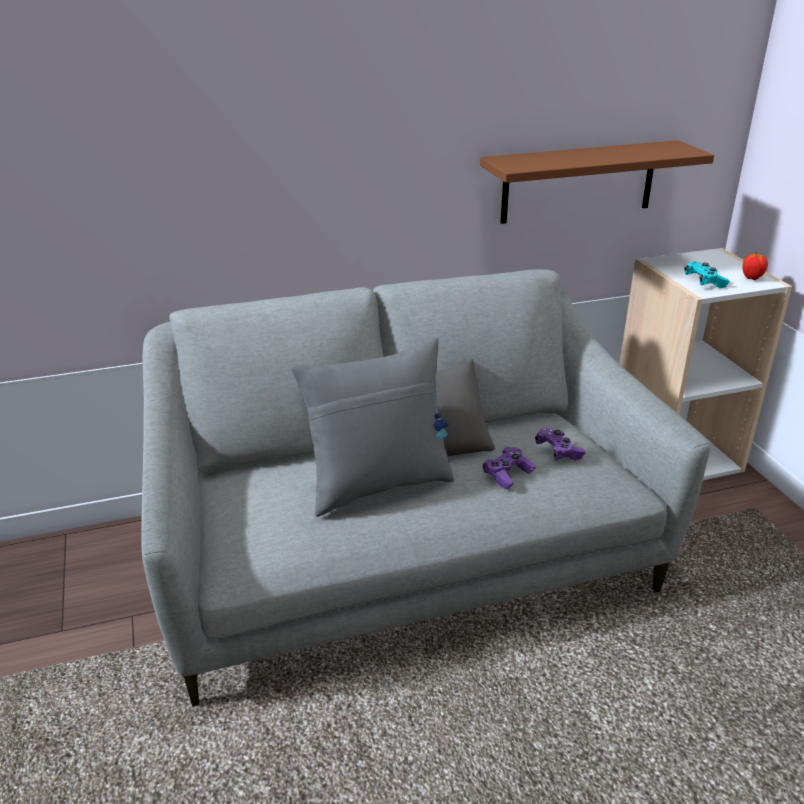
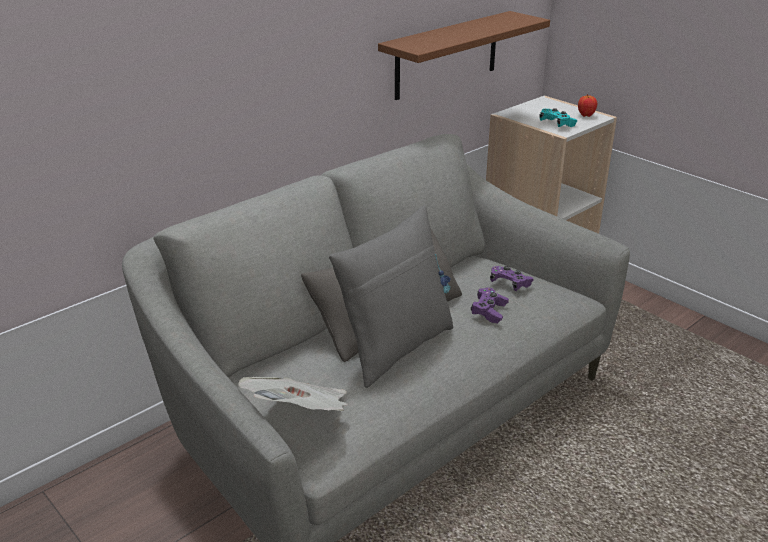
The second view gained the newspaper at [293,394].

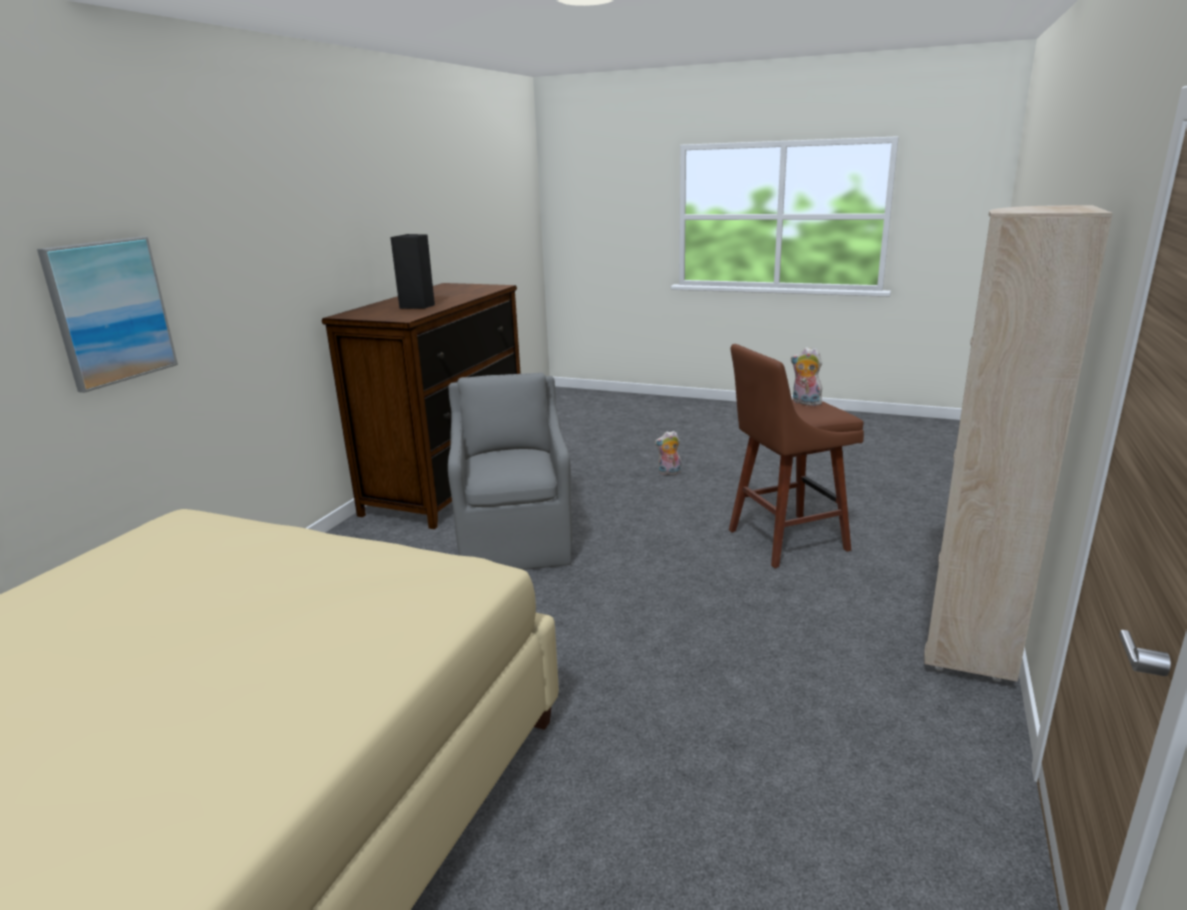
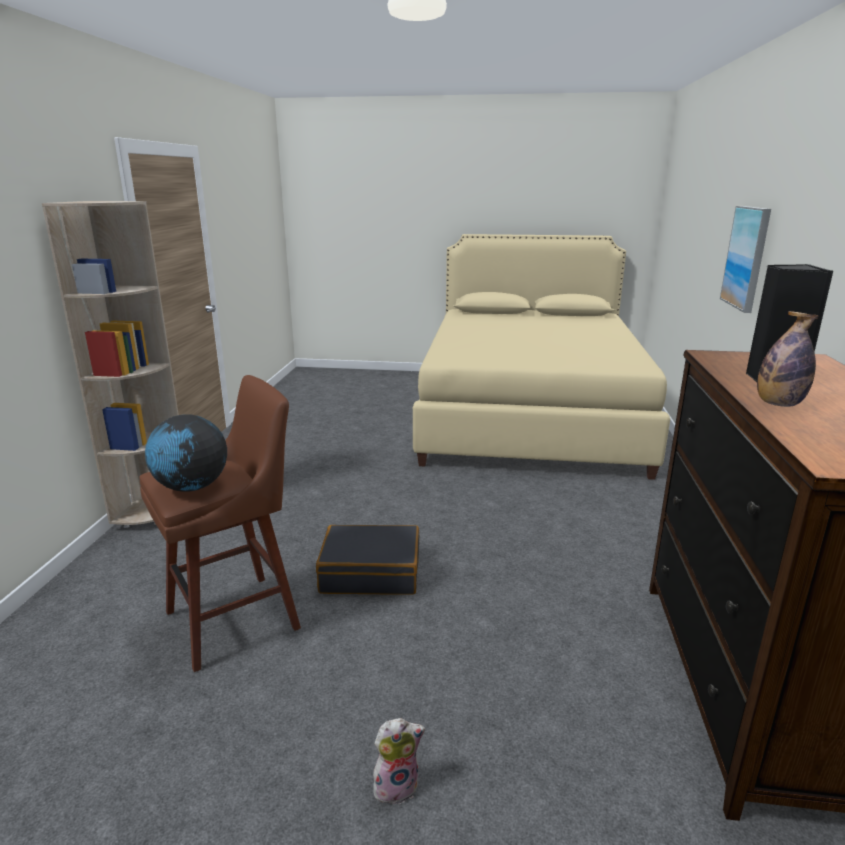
Where the soft toy stood at [806,376], the desk globe came to stand at [186,453].
The second view gained the suitcase (blackish) at [367,560].
The second view gained the beverage bottle at [787,359].
The second view lost the easy chair (grey) at [510,471].

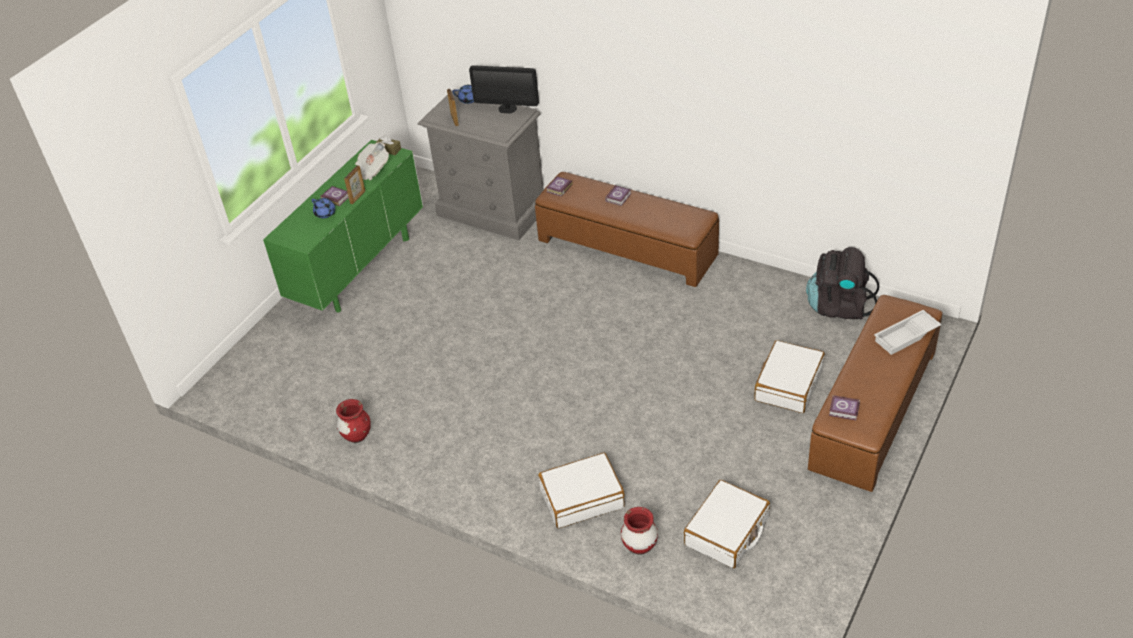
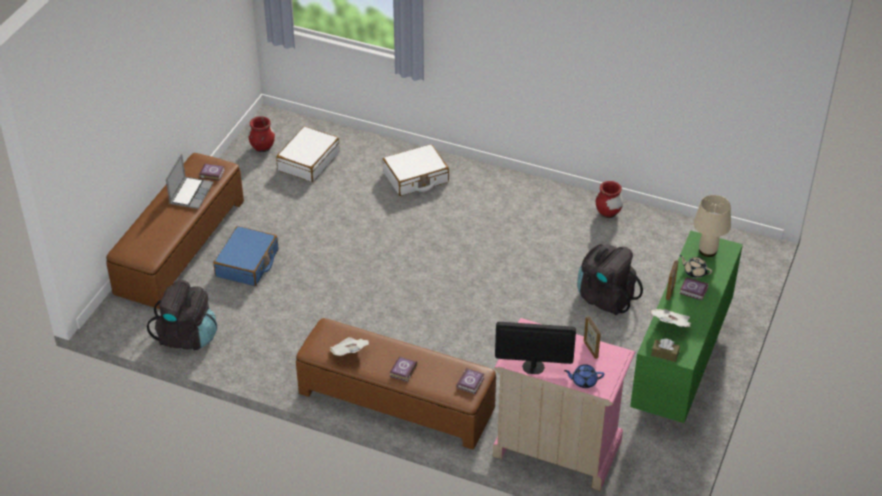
The second view gained the notebook computer at [190,181].
What was the suitcase (white) at [789,376] turned into the suitcase (blue-coloured) at [245,256].
The decorative vase (red-coloured) ended up elsewhere, having gone from [639,531] to [261,134].
The second view gained the newspaper at [349,346].
What was the dresser (grey) at [481,164] turned into the dresser (pink) at [564,404].
The second view gained the rucksack (blackish) at [610,279].
What was the pot for tea (blue-coloured) at [324,208] turned into the pot for tea (beige-coloured) at [695,266].
The second view gained the lamp for a table (beige-coloured) at [712,226].
The second view lost the tray (white) at [908,332].

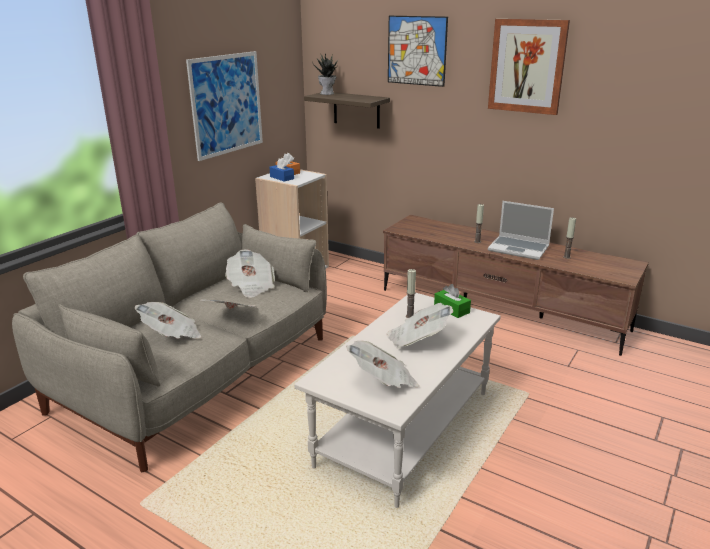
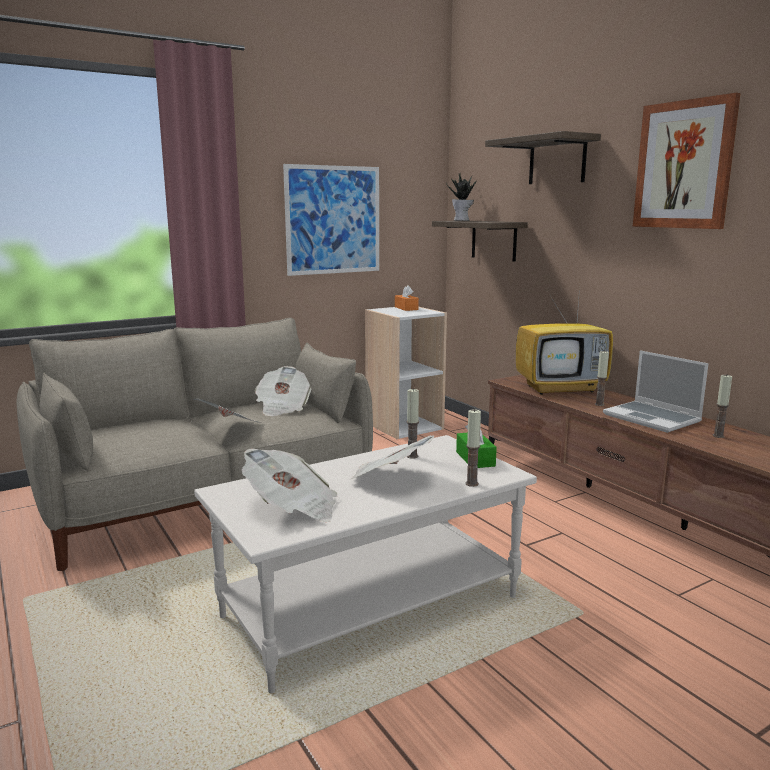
The second view gained the candle at [473,448].
Where the wall picture hung at [418,51], the wall shelf came to hang at [543,157].
The second view gained the TV at [564,341].
The second view lost the newspaper at [168,320].
The second view lost the tissue holder (blue-coloured) at [281,170].

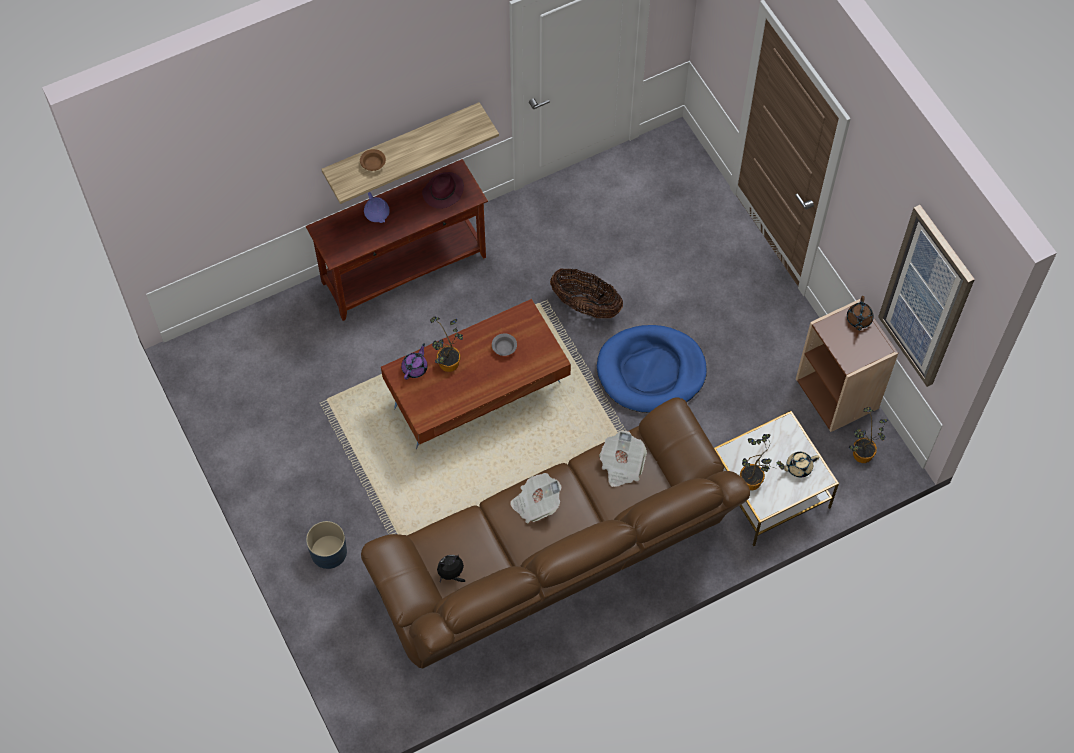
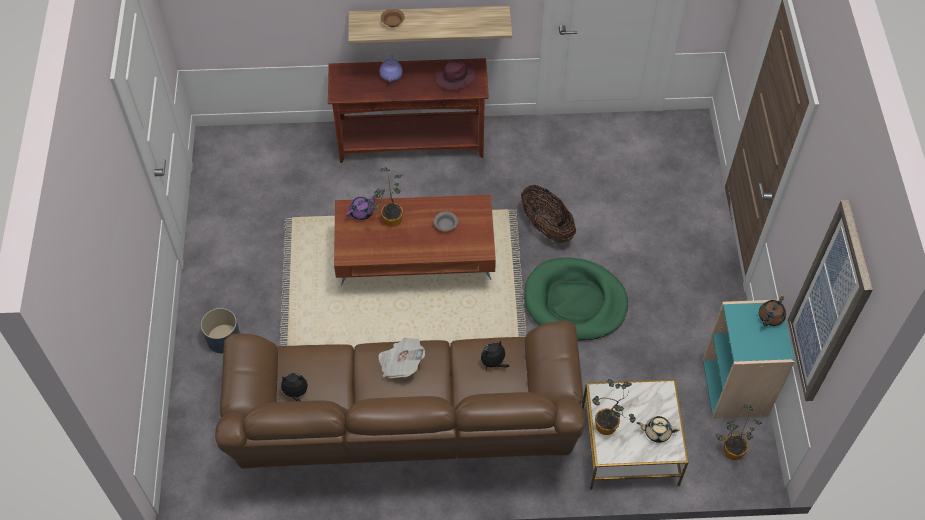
Where the newspaper stood at [623,459], the soft toy came to stand at [495,355].
What was the dog cushion (blue-coloured) at [652,369] turned into the dog cushion (green) at [576,299].
What was the shelving unit (brown-coloured) at [847,365] turned into the shelving unit (turquoise) at [748,359].

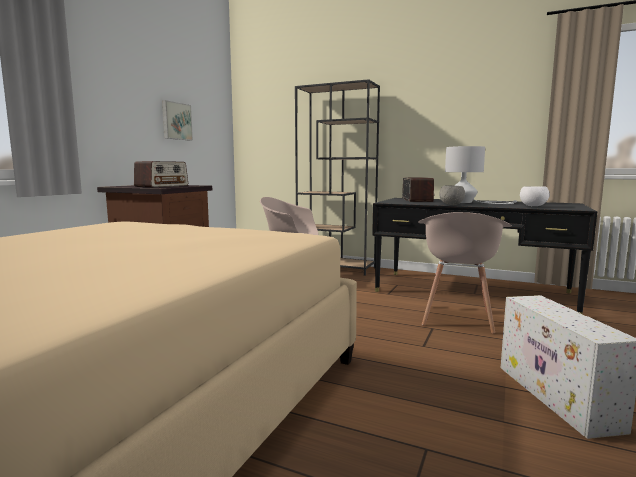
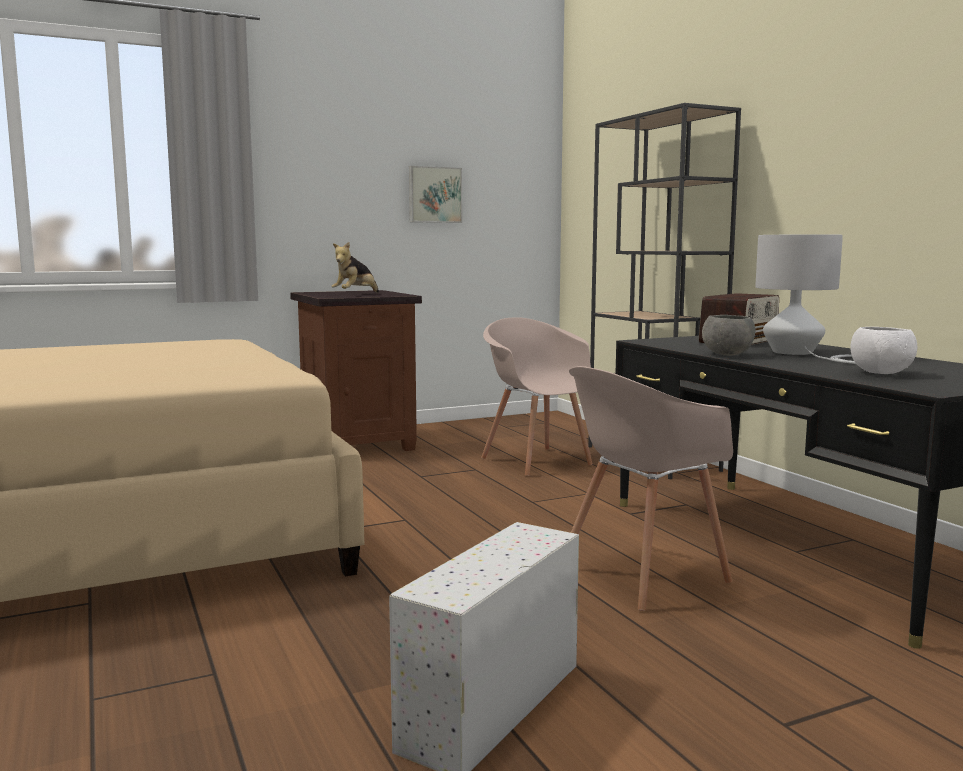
Where the radio stood at [161,174], the soft toy came to stand at [355,267].

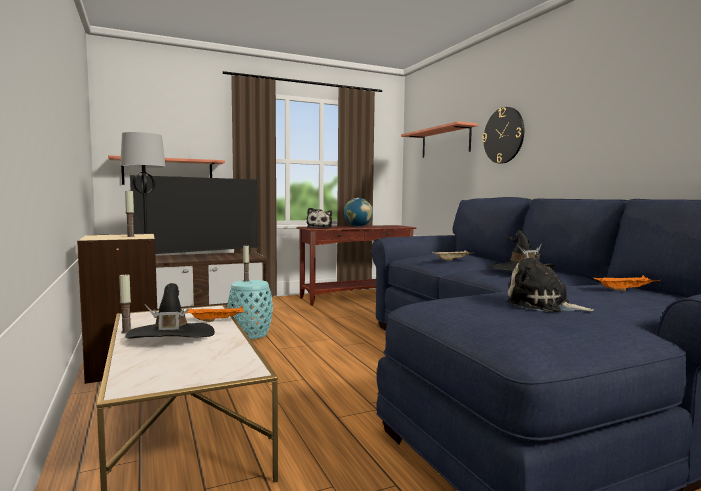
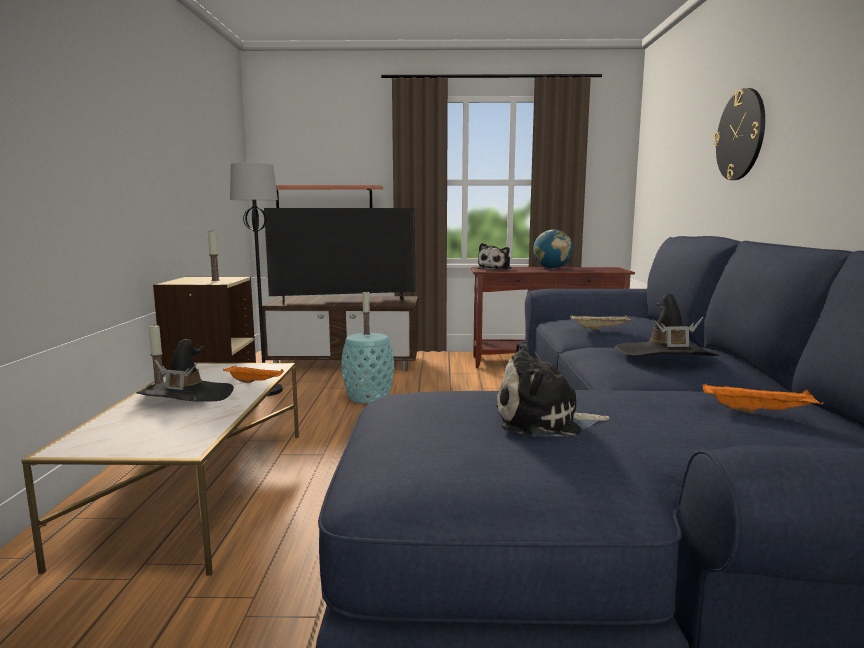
The soft toy at [550,282] ended up facing another way, 60 degrees counterclockwise from before.
The second view lost the wall shelf at [439,139].

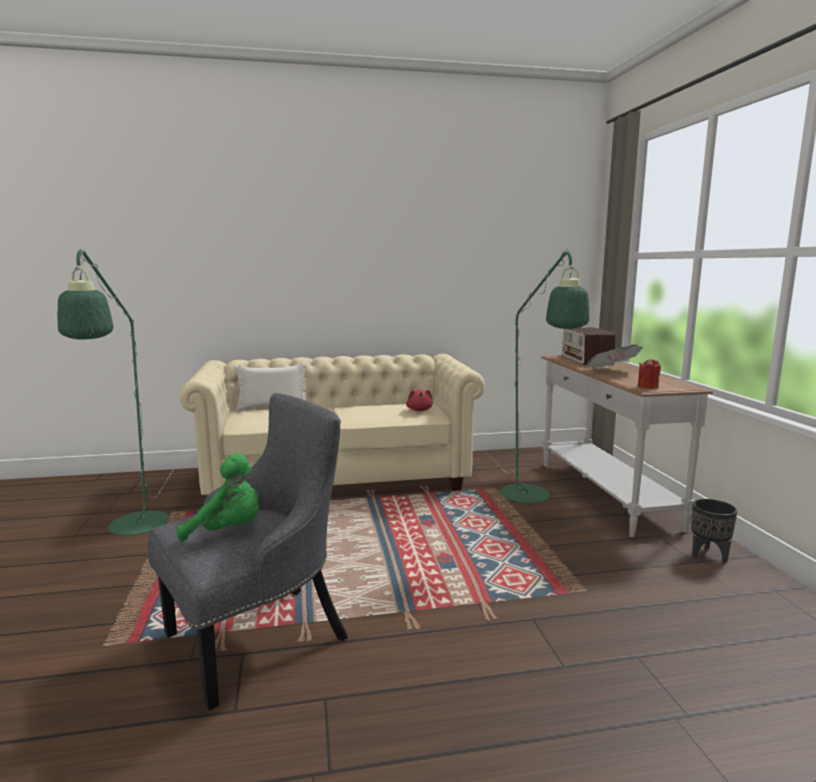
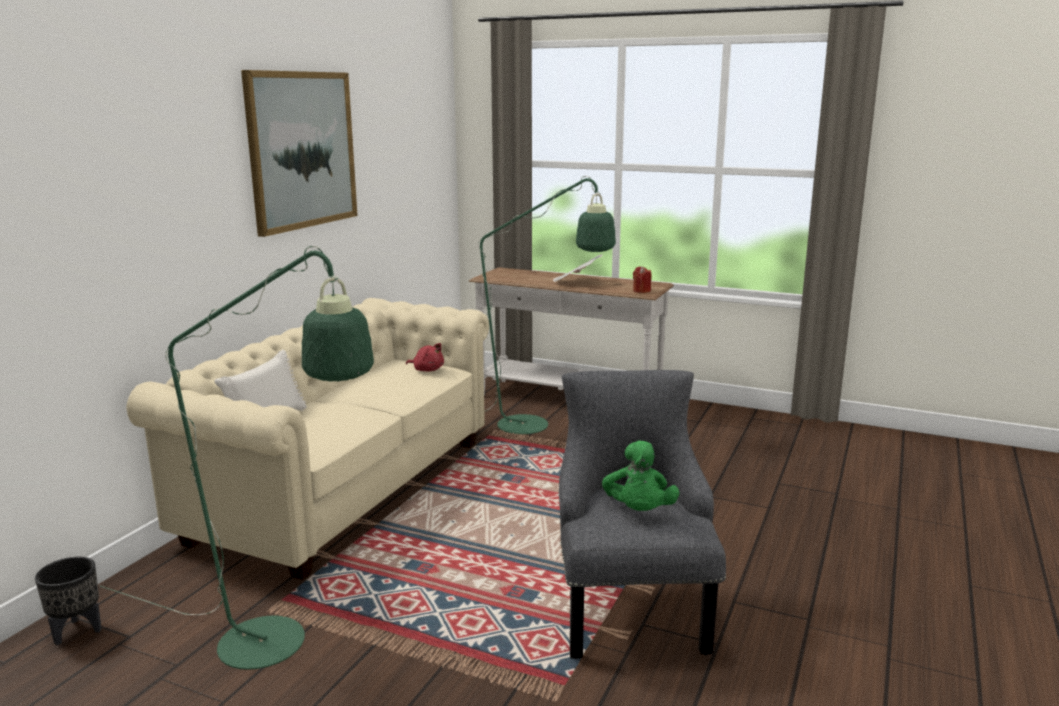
The planter (blackish) ended up elsewhere, having gone from [714,531] to [68,601].
The second view gained the wall picture at [299,153].
The soft toy (green) at [217,497] ended up facing another way, 135 degrees clockwise from before.
The second view lost the radio at [588,346].

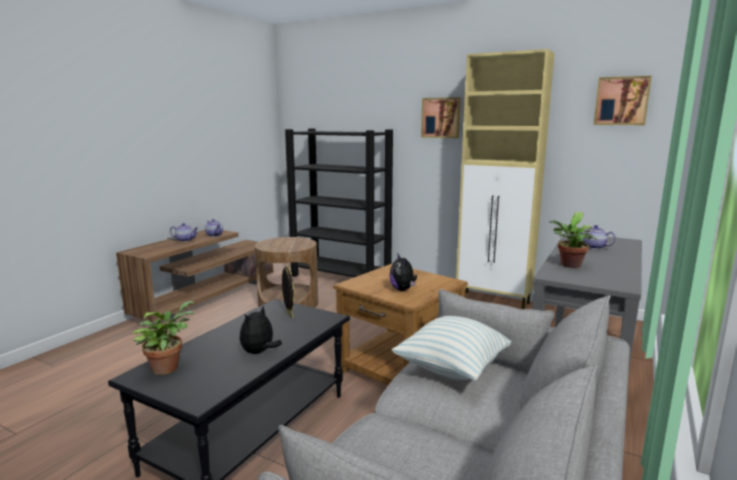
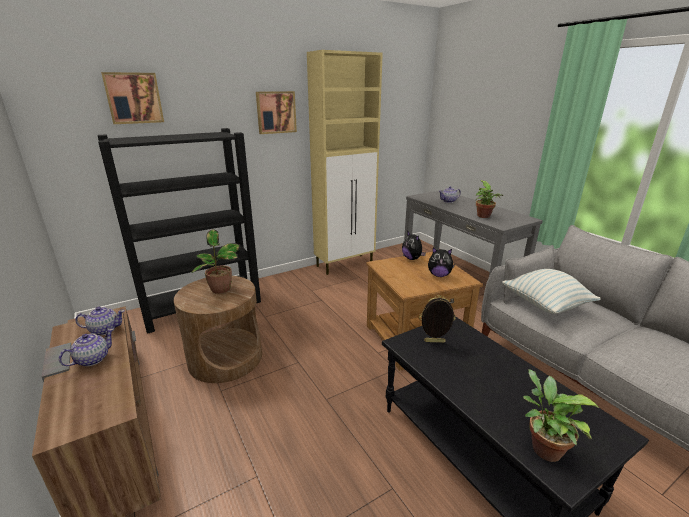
The wall picture ended up elsewhere, having gone from [623,100] to [132,98].
The second view gained the potted plant at [216,261].
The soft toy ended up elsewhere, having gone from [261,330] to [414,245].

